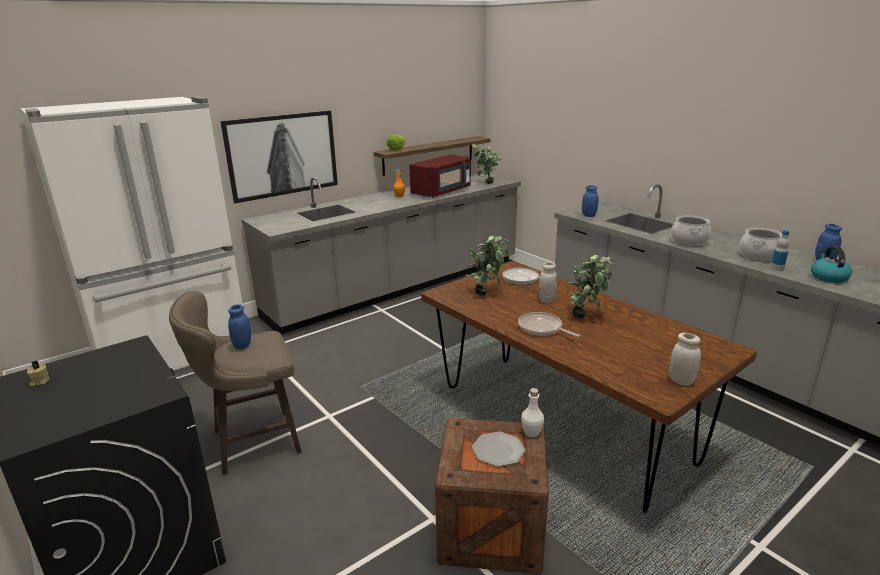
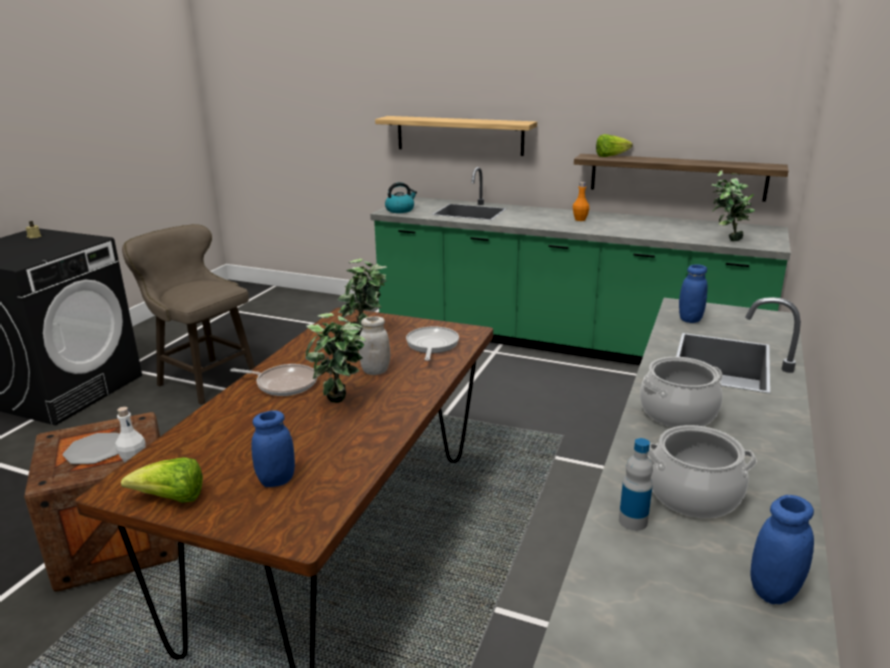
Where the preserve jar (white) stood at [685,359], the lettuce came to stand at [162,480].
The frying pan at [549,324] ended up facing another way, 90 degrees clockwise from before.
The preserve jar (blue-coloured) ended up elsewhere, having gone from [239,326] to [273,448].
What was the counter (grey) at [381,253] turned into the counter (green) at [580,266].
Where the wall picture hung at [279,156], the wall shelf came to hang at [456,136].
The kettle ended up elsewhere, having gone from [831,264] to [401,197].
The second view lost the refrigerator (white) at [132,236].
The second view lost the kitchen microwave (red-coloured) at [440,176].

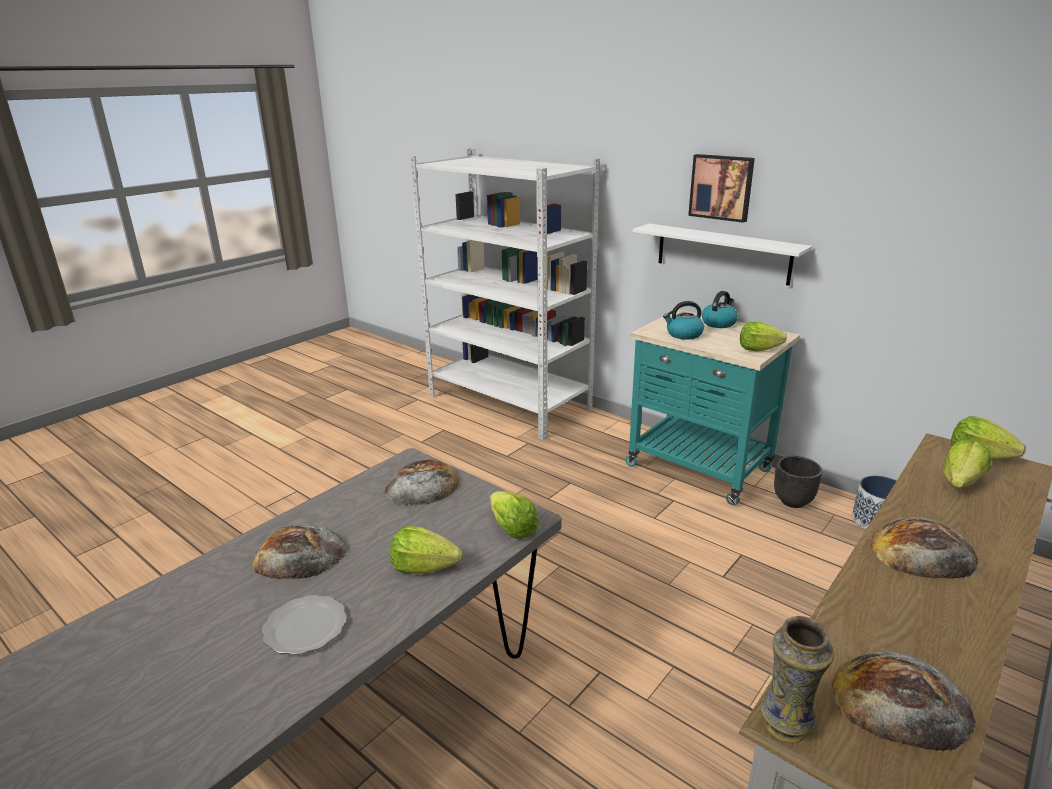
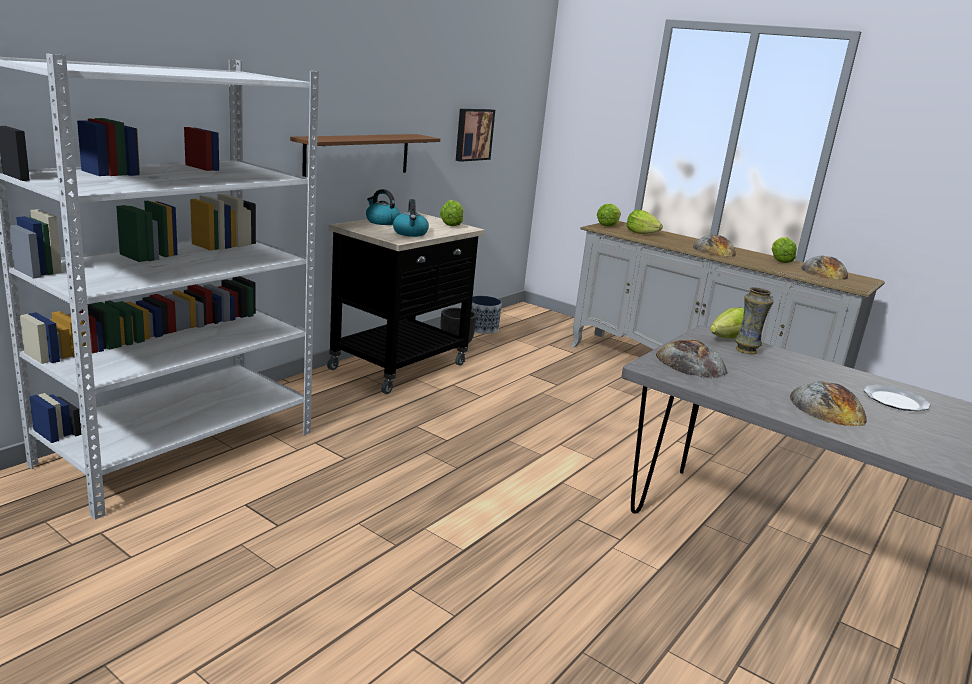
What was the wall shelf (white) at [722,255] turned into the wall shelf (brown-coloured) at [365,155].
What was the trolley (turquoise) at [712,407] turned into the trolley (blackish) at [406,303].
The wall picture ended up elsewhere, having gone from [721,188] to [475,135].
The decorative vase ended up elsewhere, having gone from [797,679] to [754,320].
The lettuce ended up elsewhere, having gone from [426,550] to [784,250].

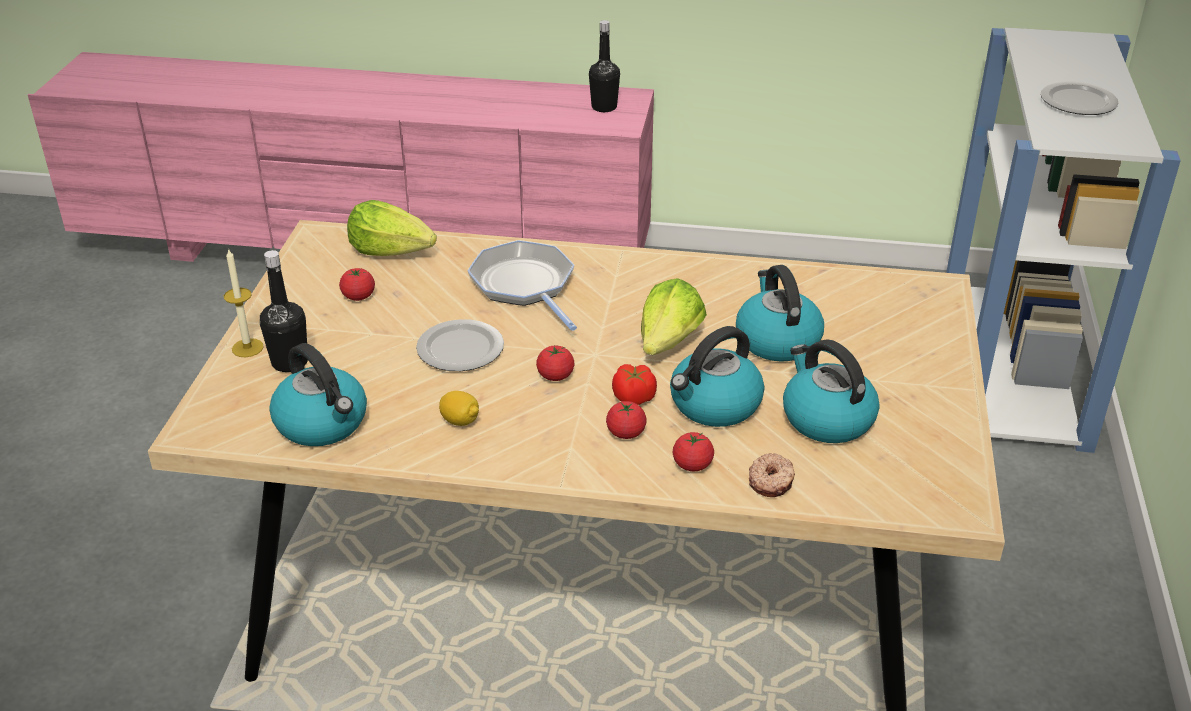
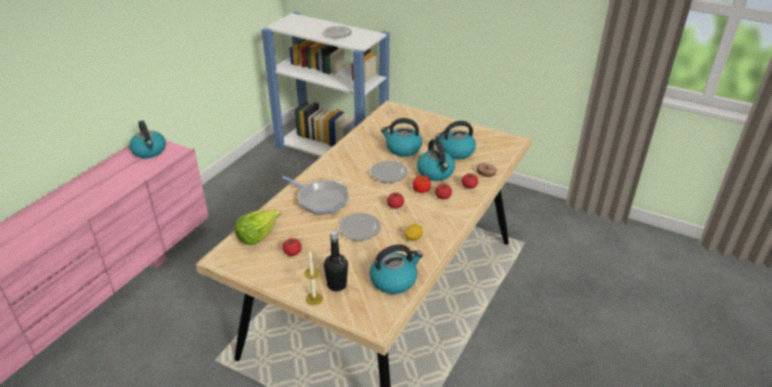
Where the beverage bottle (blackish) stood at [604,66], the kettle came to stand at [147,139].
The frying pan at [522,285] ended up facing another way, 135 degrees counterclockwise from before.
Where the lettuce stood at [674,316], the dinner plate came to stand at [389,172].

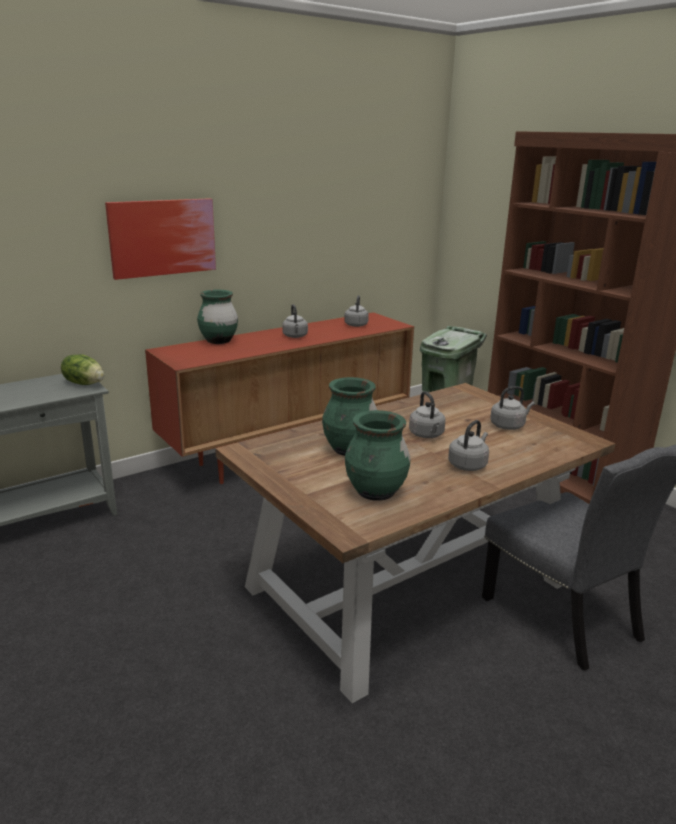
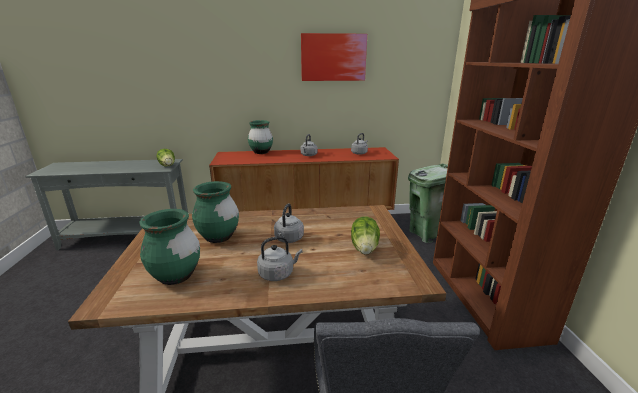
The wall picture ended up elsewhere, having gone from [160,239] to [334,57].
Where the kettle (grey) stood at [512,408], the lettuce came to stand at [365,236].

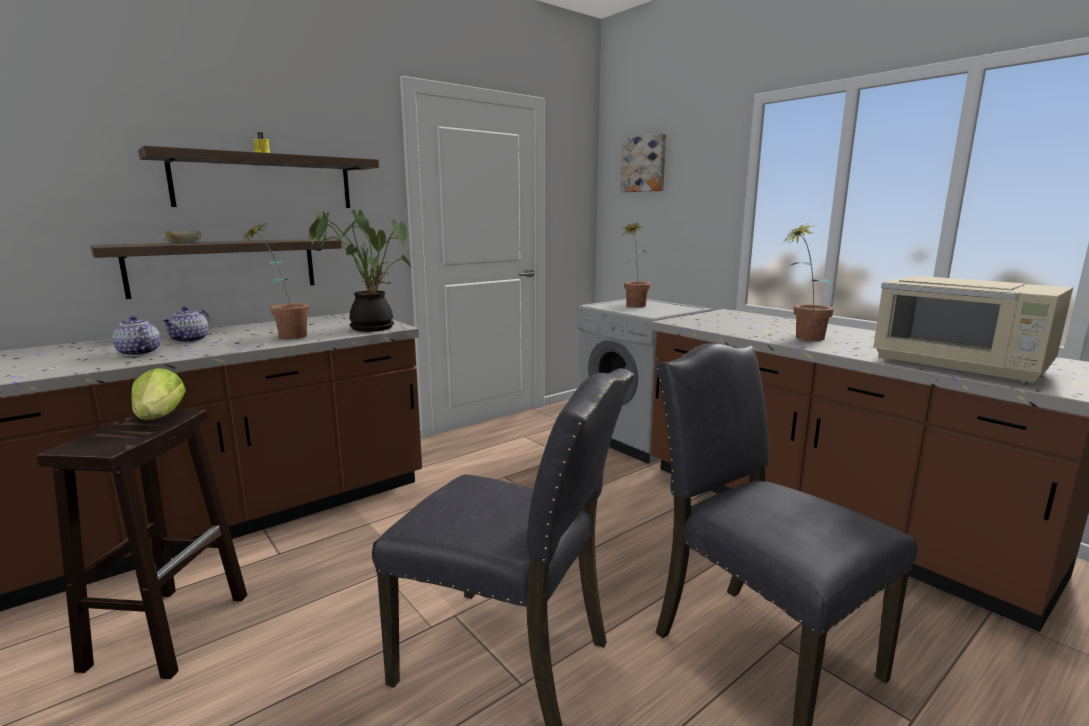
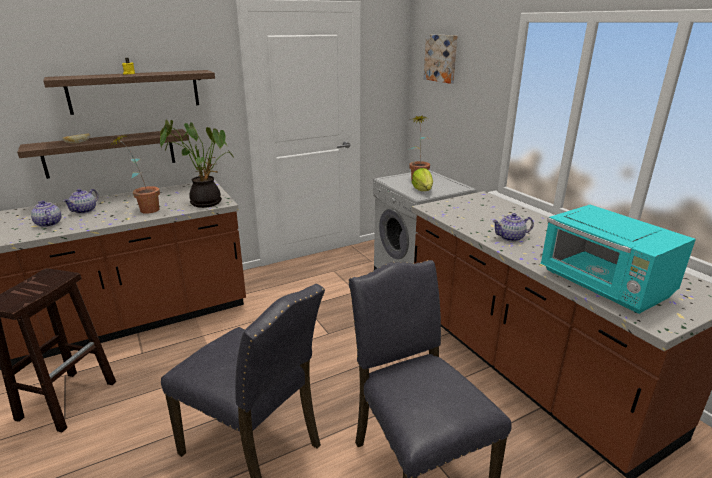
The lettuce ended up elsewhere, having gone from [158,394] to [422,179].
Where the potted plant stood at [809,281], the pot for tea came to stand at [513,227].
What was the kitchen microwave (beige-coloured) at [973,330] turned into the kitchen microwave (turquoise) at [618,259].

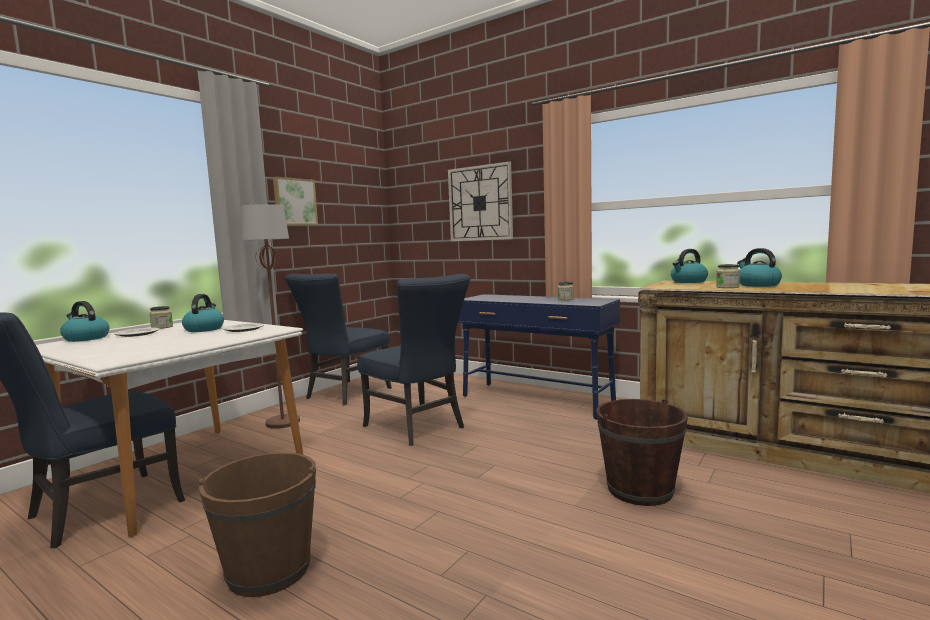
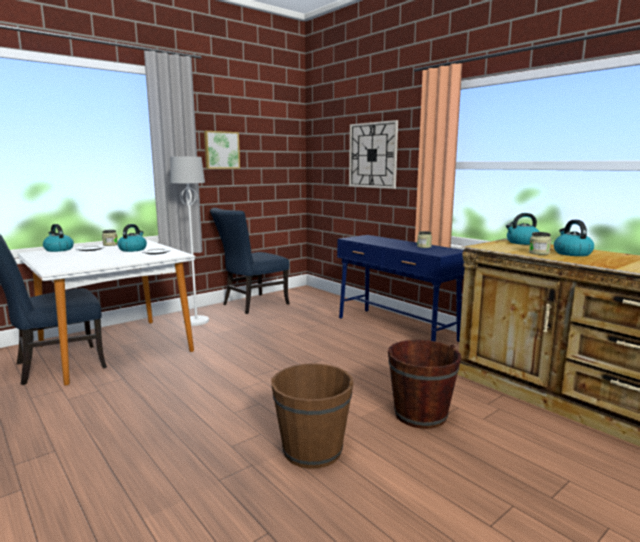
What was the standard lamp (brown-coloured) at [271,316] turned into the standard lamp (white) at [189,241].
The bucket (brown-coloured) ended up elsewhere, having gone from [257,524] to [312,416].
The second view lost the upright chair (blue-coloured) at [414,360].

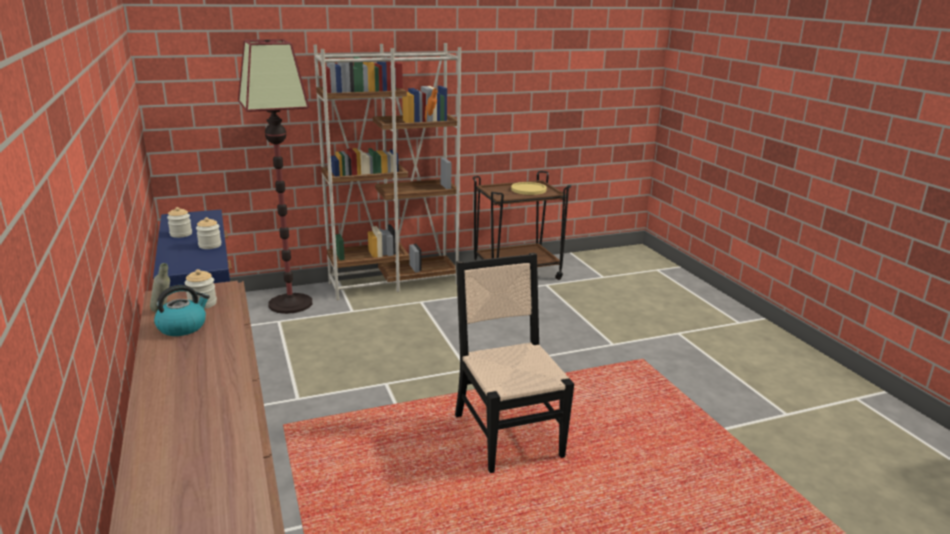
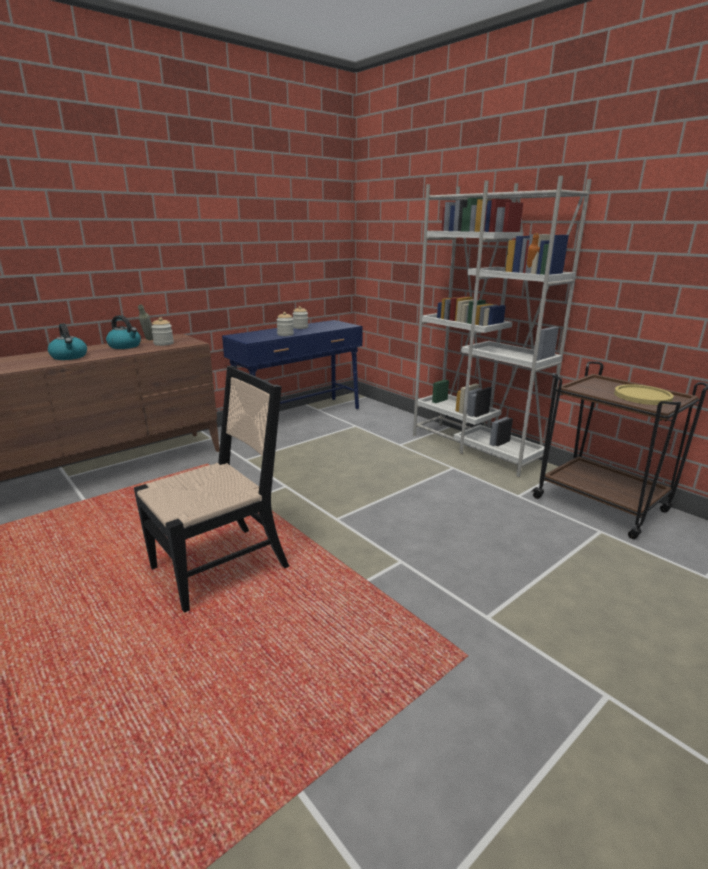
The second view gained the kettle at [67,341].
What was the shelving unit (brown-coloured) at [387,171] turned into the shelving unit (white) at [502,326].
The second view lost the standard lamp at [275,176].

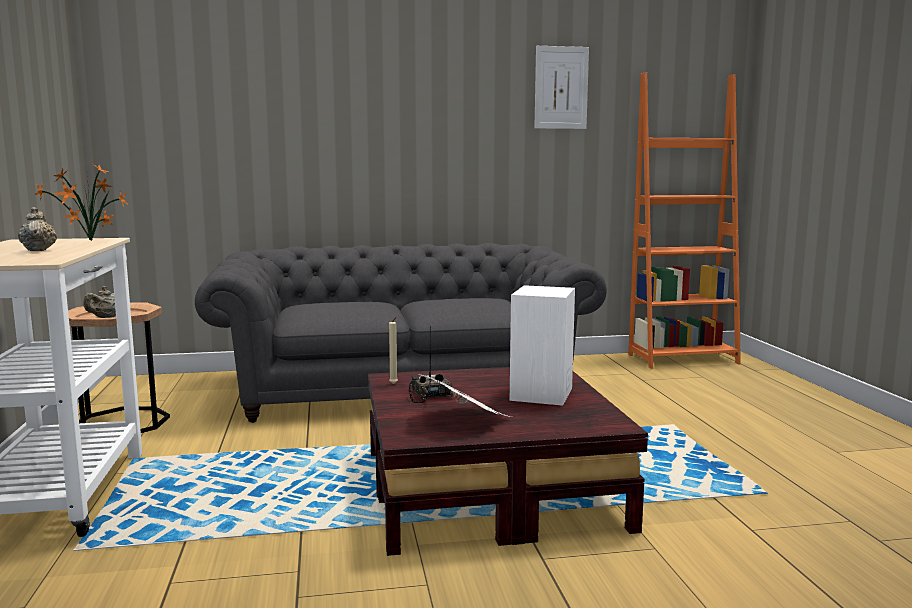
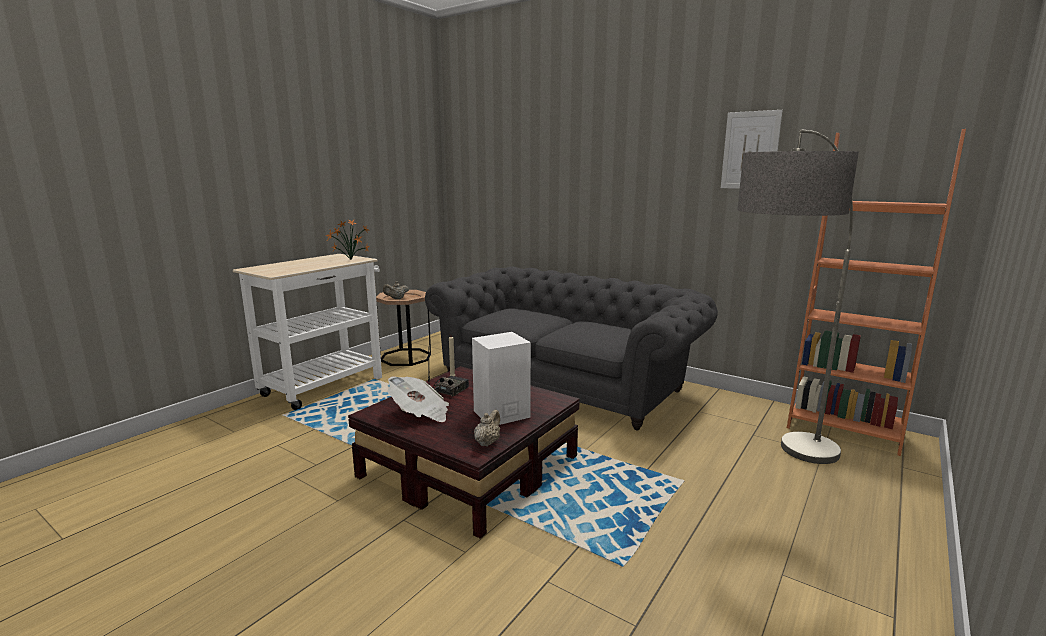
The pot for tea (beige-coloured) ended up elsewhere, having gone from [37,229] to [487,428].
The second view gained the standard lamp at [798,296].

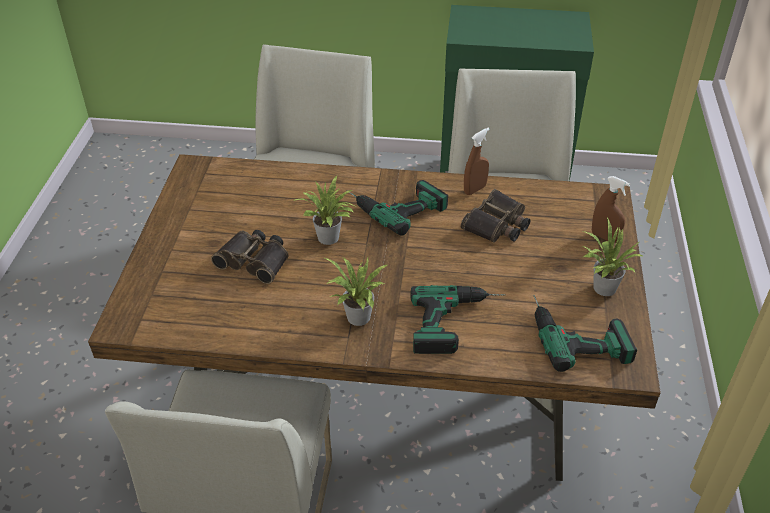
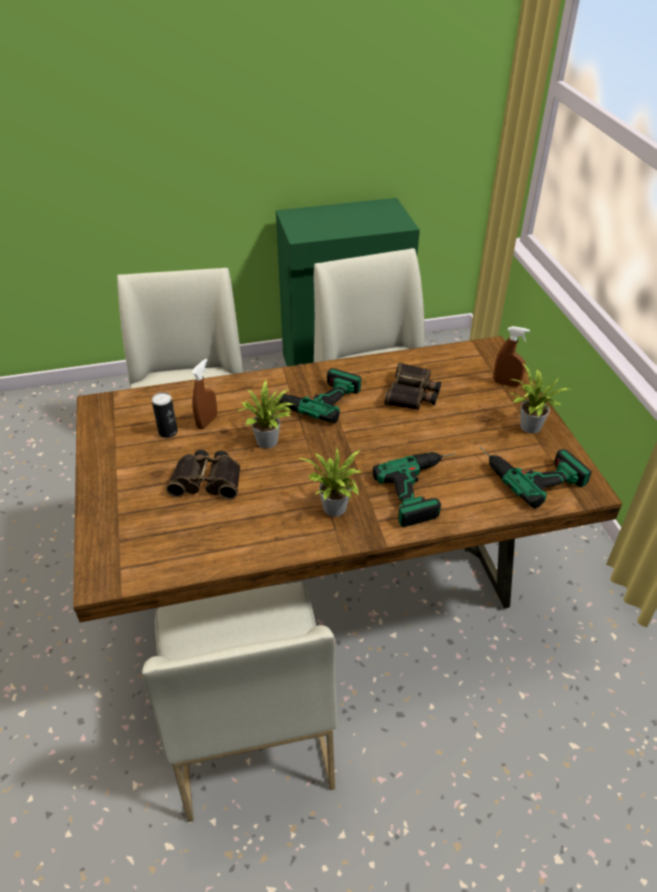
The second view gained the metal can at [165,415].
The spray bottle (brown-coloured) ended up elsewhere, having gone from [477,161] to [204,394].

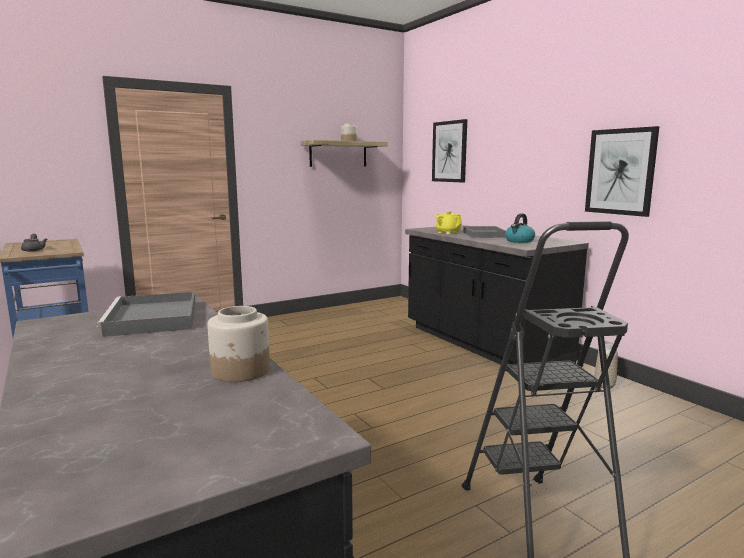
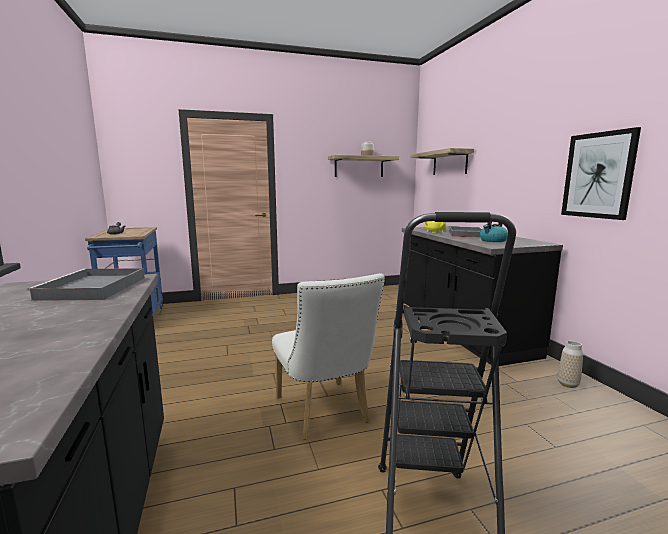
The second view gained the upright chair (white) at [328,356].
Where the wall picture hung at [449,151], the wall shelf came to hang at [442,161].
The second view lost the preserve jar at [238,344].

